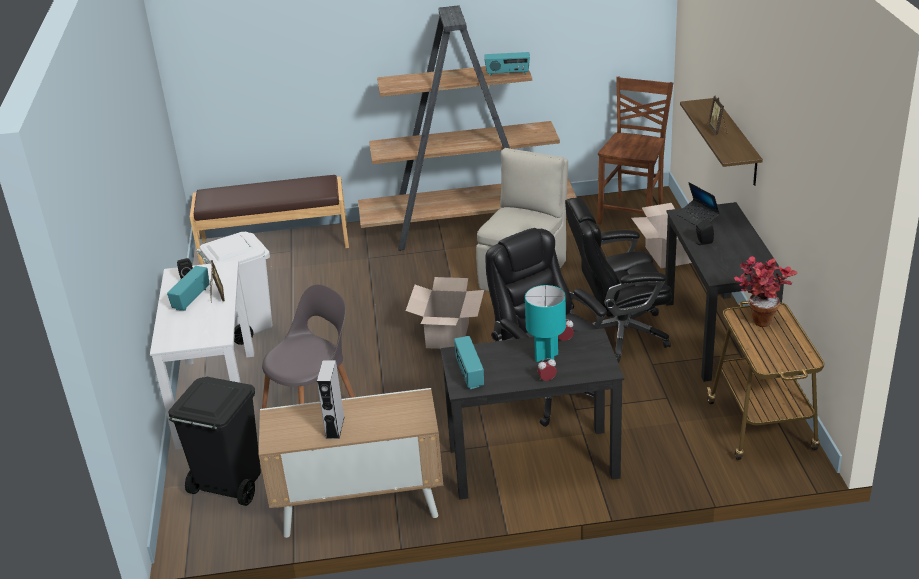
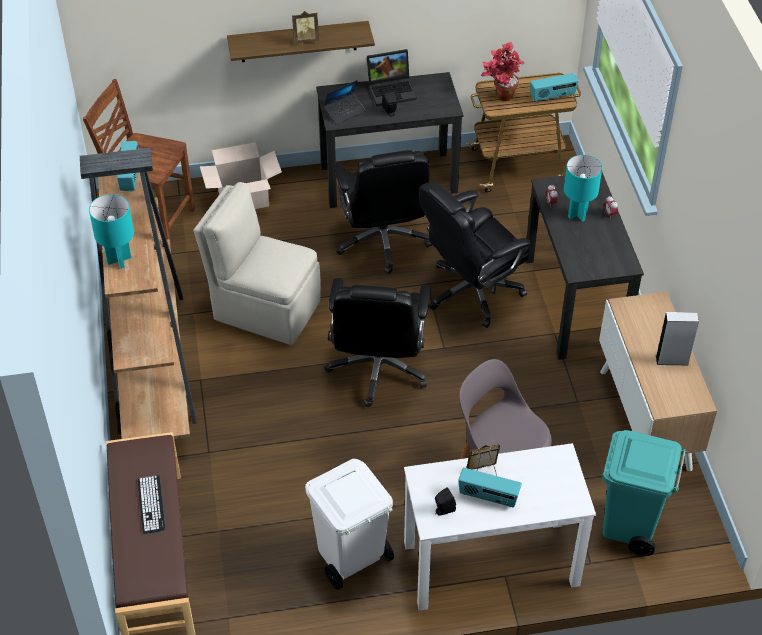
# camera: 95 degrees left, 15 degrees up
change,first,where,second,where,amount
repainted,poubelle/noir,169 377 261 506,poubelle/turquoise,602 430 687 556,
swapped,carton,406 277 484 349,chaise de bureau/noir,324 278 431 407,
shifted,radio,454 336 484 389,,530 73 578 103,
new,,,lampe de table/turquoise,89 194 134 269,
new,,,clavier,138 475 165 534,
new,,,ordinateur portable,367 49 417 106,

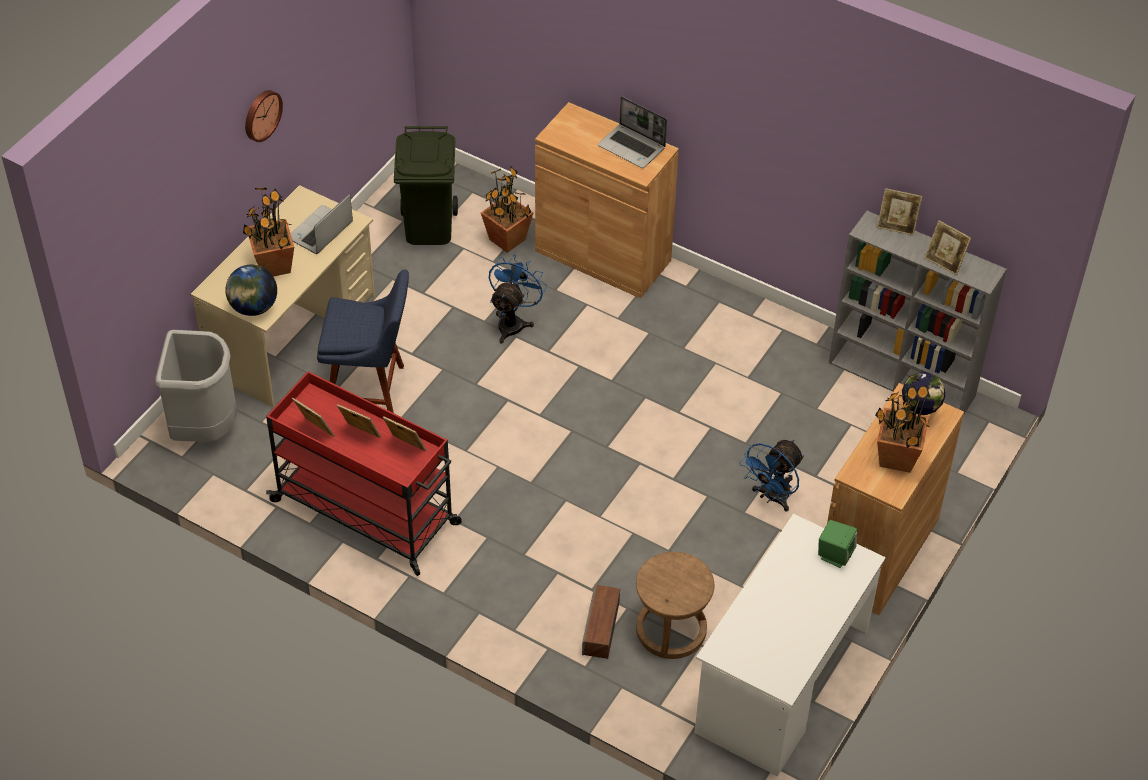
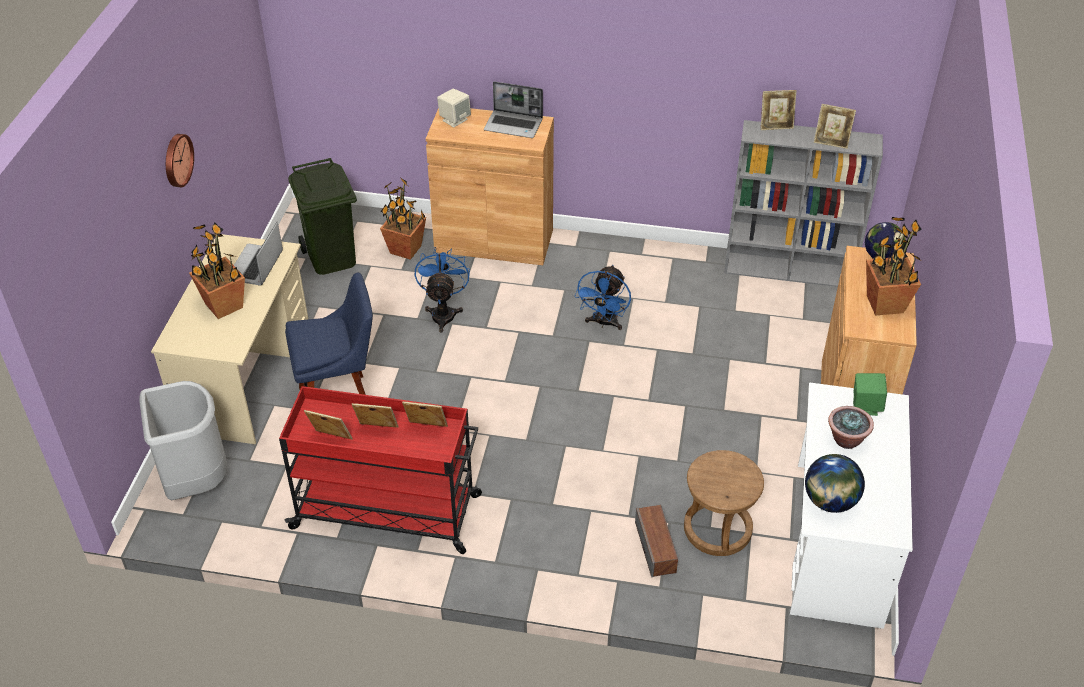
# camera: 20 degrees left, 5 degrees down
change,first,where,second,where,amount
shifted,globe,225 265 277 316,,805 454 865 513,
shifted,ventilateur/bleu,739 440 804 512,,575 265 631 330,
new,,,enceinte/beige,437 89 471 127,
new,,,plante en pot,828 406 874 449,

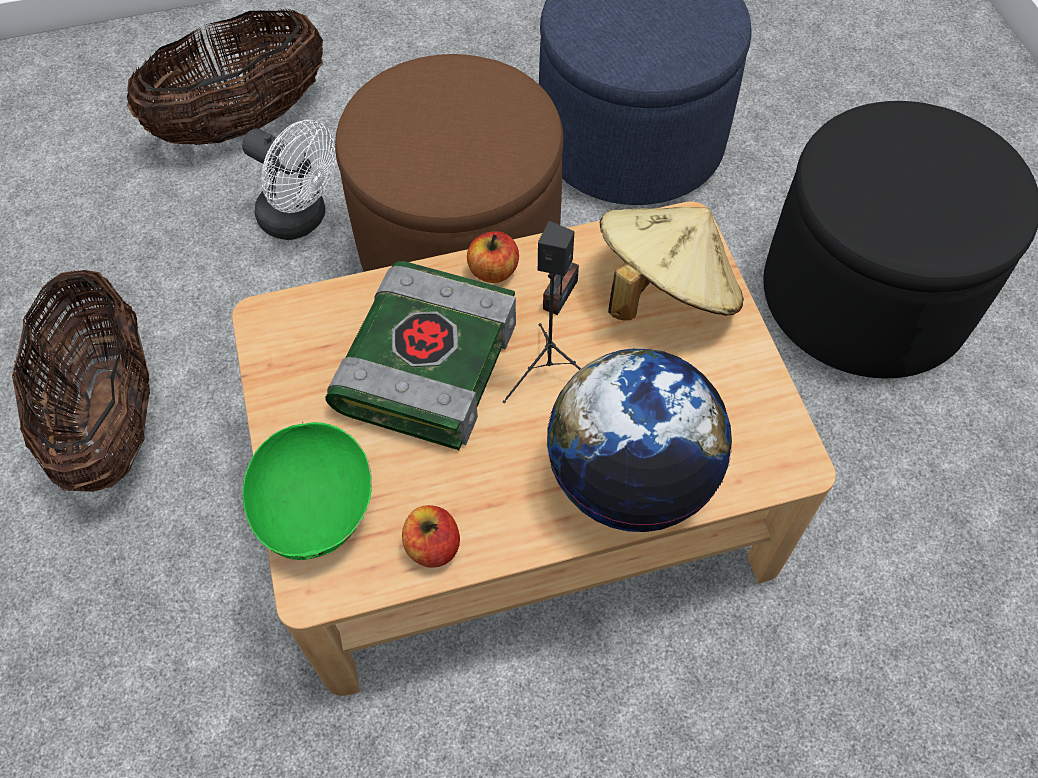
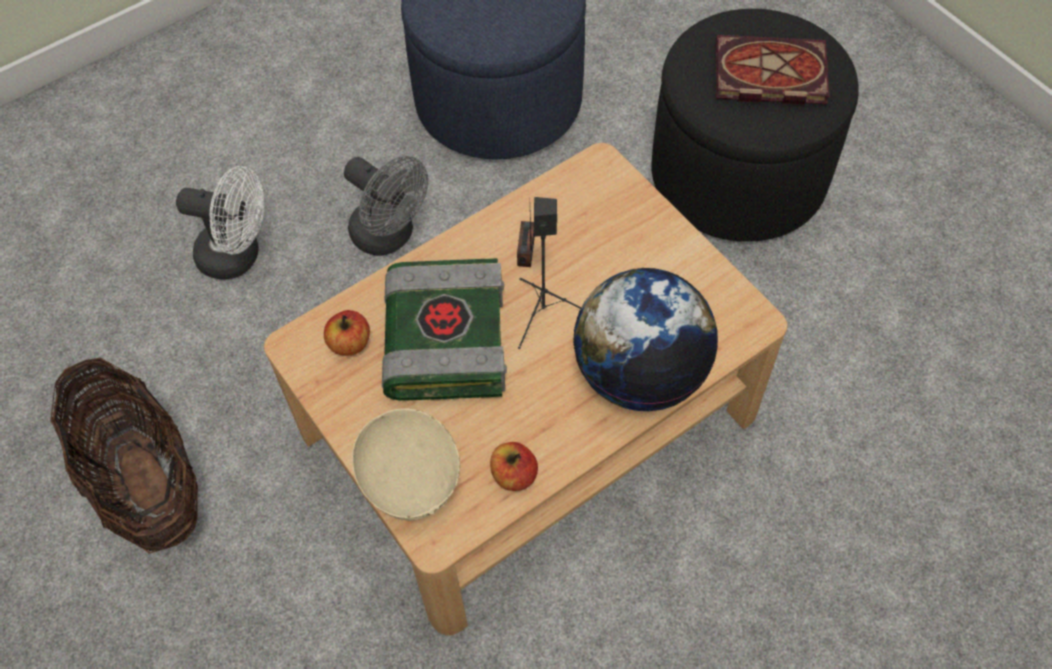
# camera: 20 degrees left, 0 degrees up
change,first,where,second,where,amount
gone,panier,127 8 323 145,,,
repainted,bol/vert,243 422 372 560,bol/beige,352 408 460 521,
swapped,pouf/marron,335 54 564 272,ventilateur/gris,344 156 428 256,
shifted,pomme,467 231 519 283,,324 310 370 356,
gone,chapeau/beige,600 207 744 320,,,
new,,,livre,716 35 829 105,

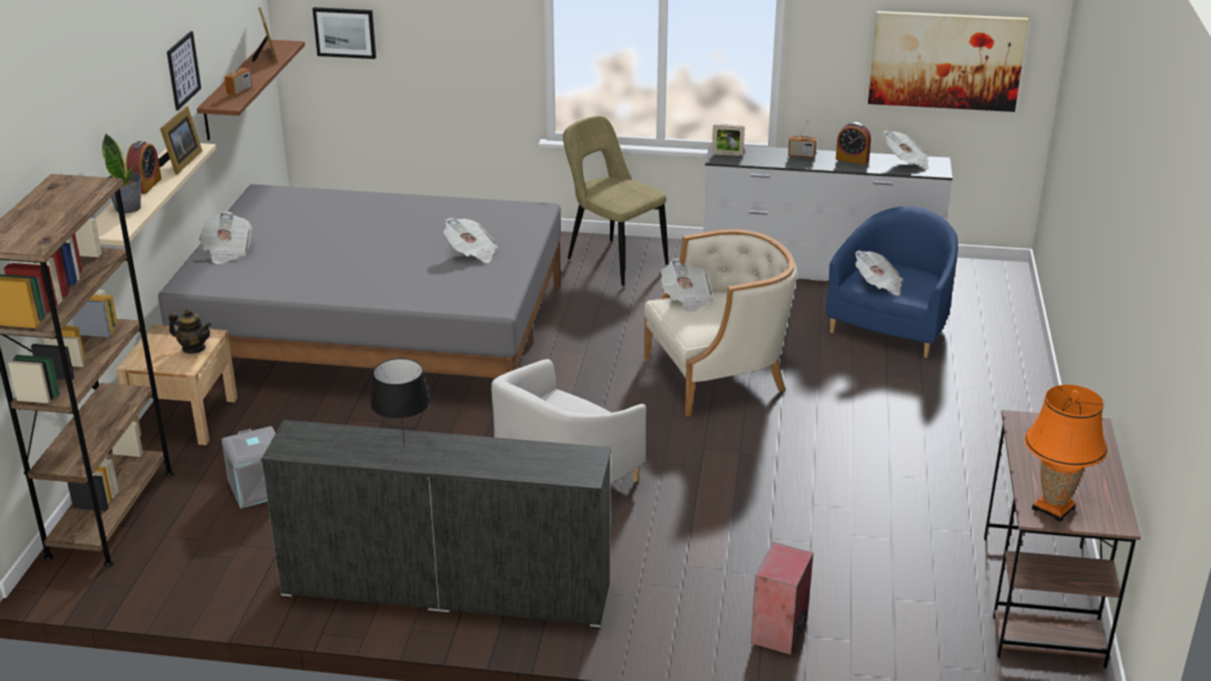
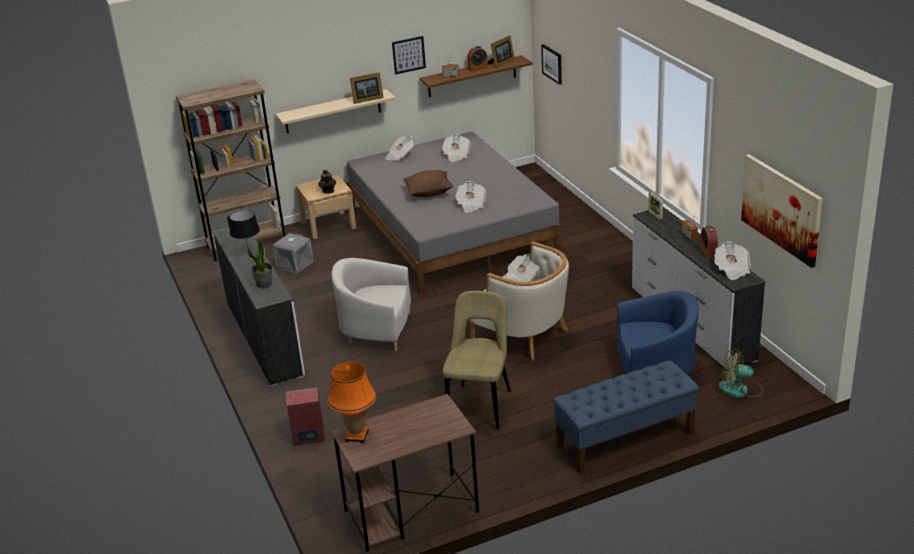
# camera: 60 degrees right, 0 degrees up
change,first,where,second,where,amount
shifted,plante en pot,102 133 142 213,,248 239 272 288,
shifted,réveil,126 141 161 194,,467 46 488 72,
shifted,chaise/beige,563 116 668 286,,443 291 511 429,
shifted,journal,855 250 903 296,,442 134 470 162,
new,,,coussin/marron,403 170 453 197,
new,,,banc/bleu,553 360 699 473,
new,,,ventilateur,719 349 763 398,

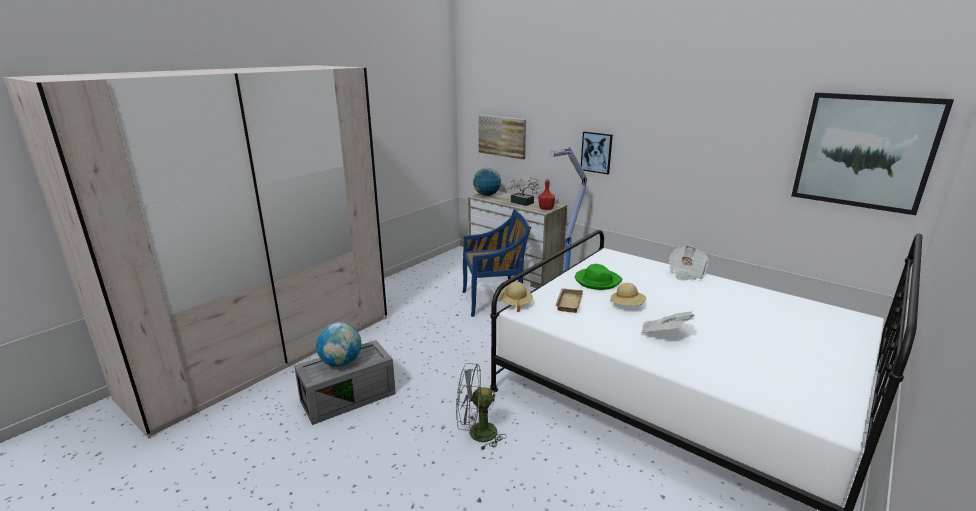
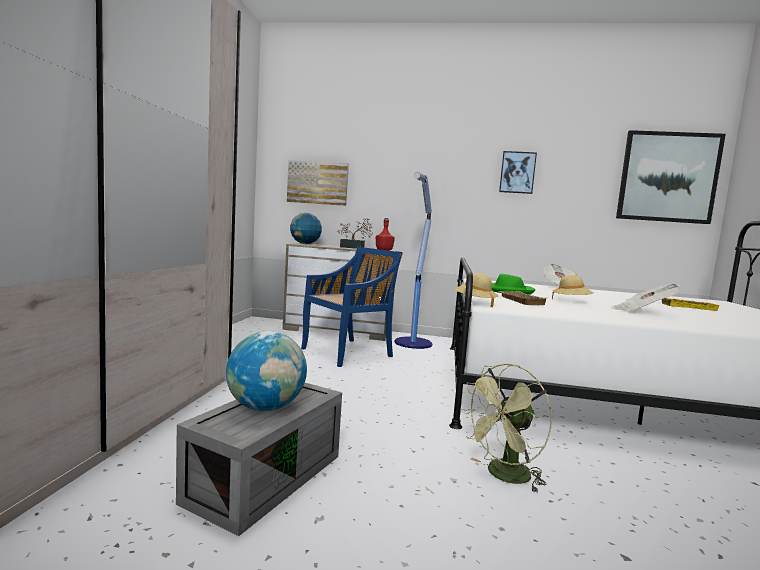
# camera: 30 degrees left, 15 degrees down
change,first,where,second,where,amount
repainted,ventilateur/gris,456 363 507 450,ventilateur/vert,461 364 552 493,
shifted,tableau,581 131 613 174,,499 151 537 194,
new,,,plateau/jaune,662 298 721 311,

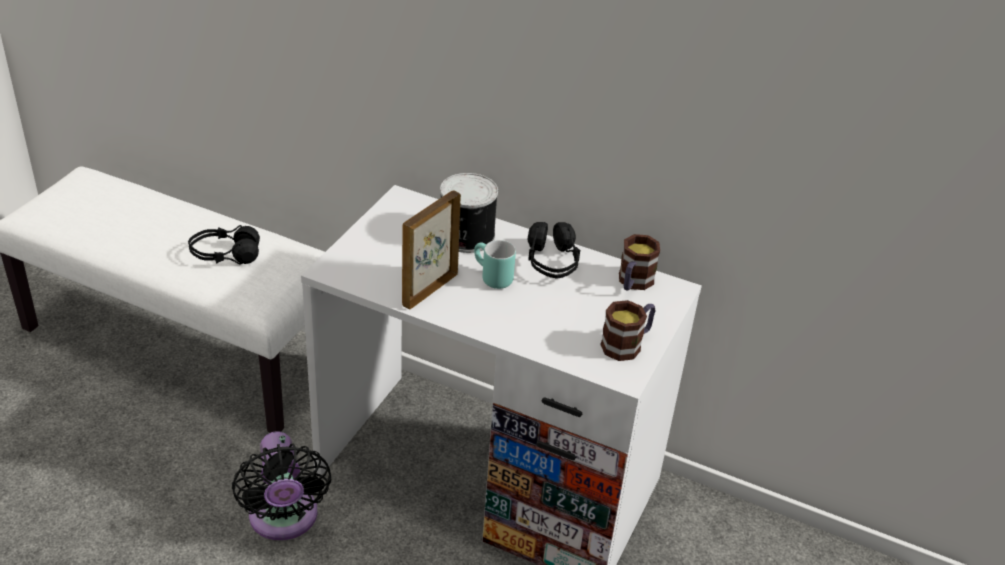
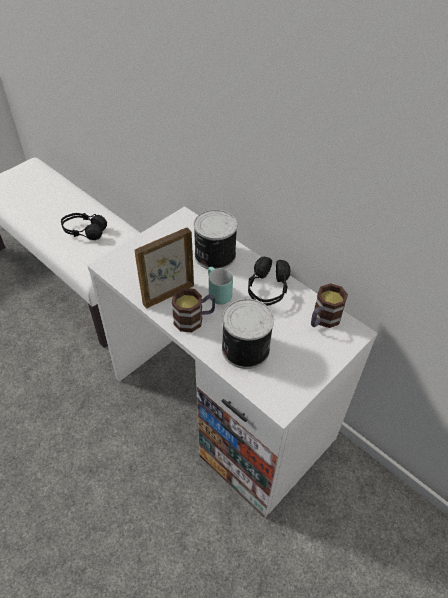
# camera: 20 degrees right, 10 degrees up
change,first,where,second,where,amount
gone,ventilateur/noir,232 431 332 540,,,
shifted,mug,600 300 656 361,,172 288 216 332,
new,,,boîte métallique,222 299 274 369,

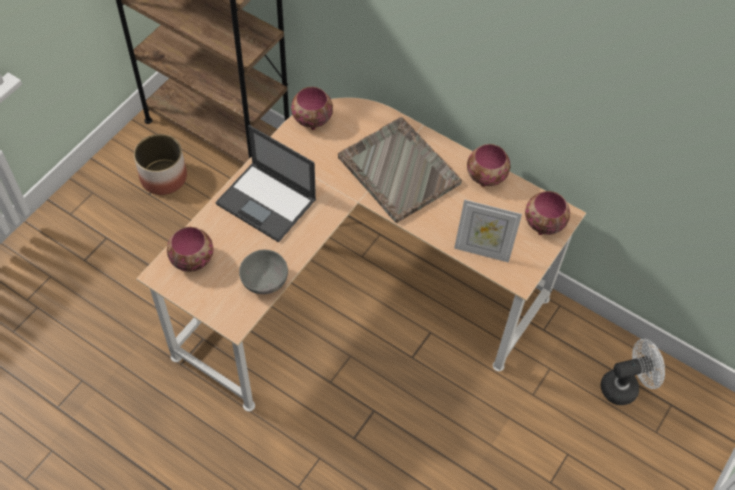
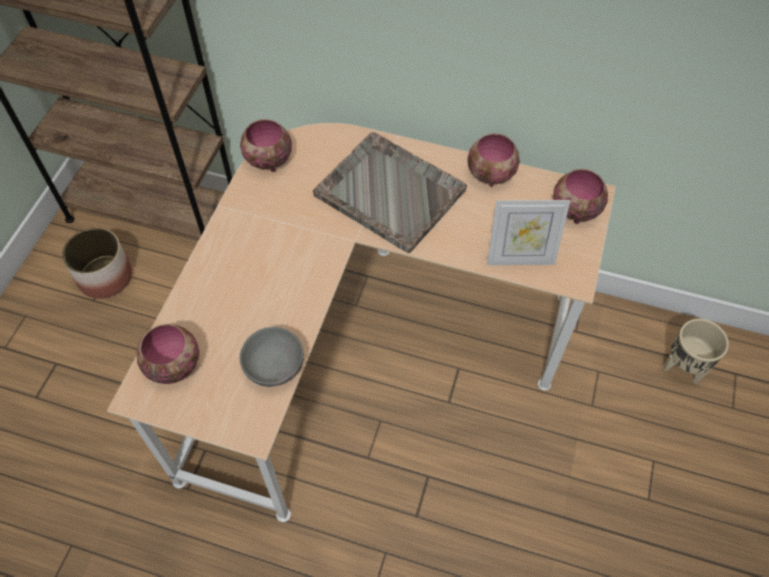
# camera: 15 degrees left, 0 degrees up
change,first,where,second,where,amount
gone,ordinateur portable,215 125 316 243,,,
swapped,ventilateur/blanc,601 339 665 405,cache-pot/beige,663 319 729 385,

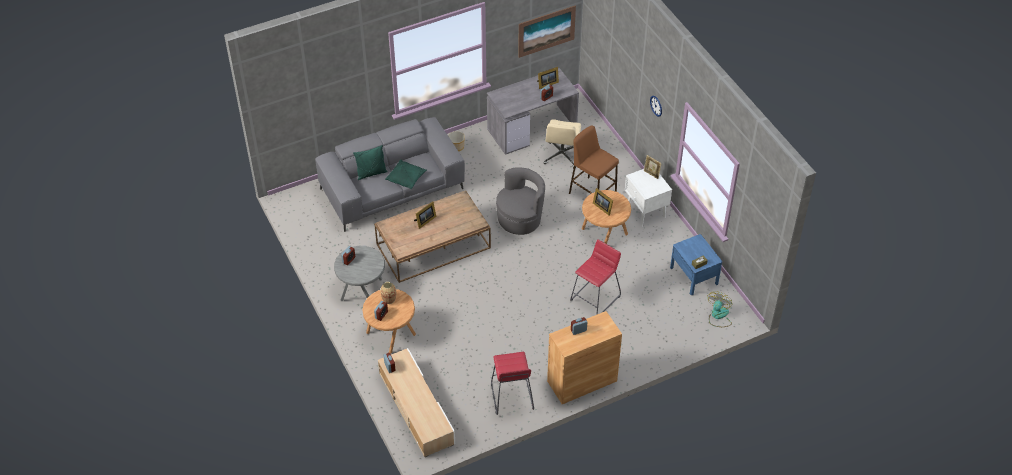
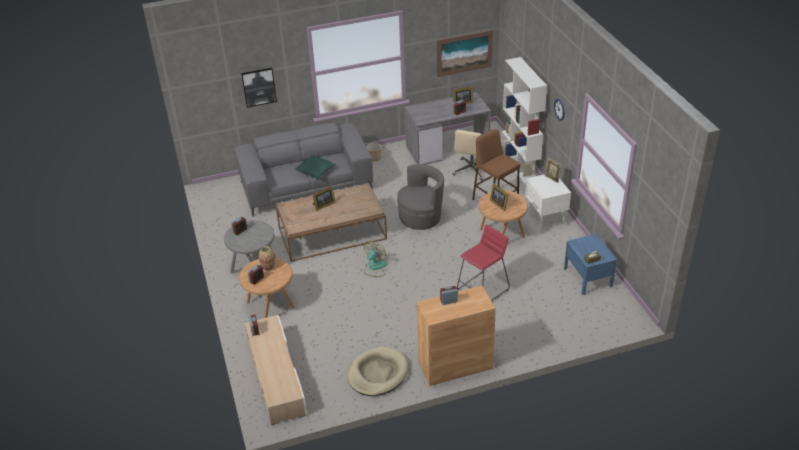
# camera: 10 degrees right, 10 degrees down
change,first,where,second,where,amount
gone,coussin/vert,353 145 388 180,,,
swapped,tabouret/rouge,491 352 534 415,panier pour chien/beige,348 346 408 396,
shifted,ventilateur,707 292 732 327,,364 241 387 277,
new,,,tableau,241 68 277 108,
new,,,bibliothèque/blanc,501 57 547 184,

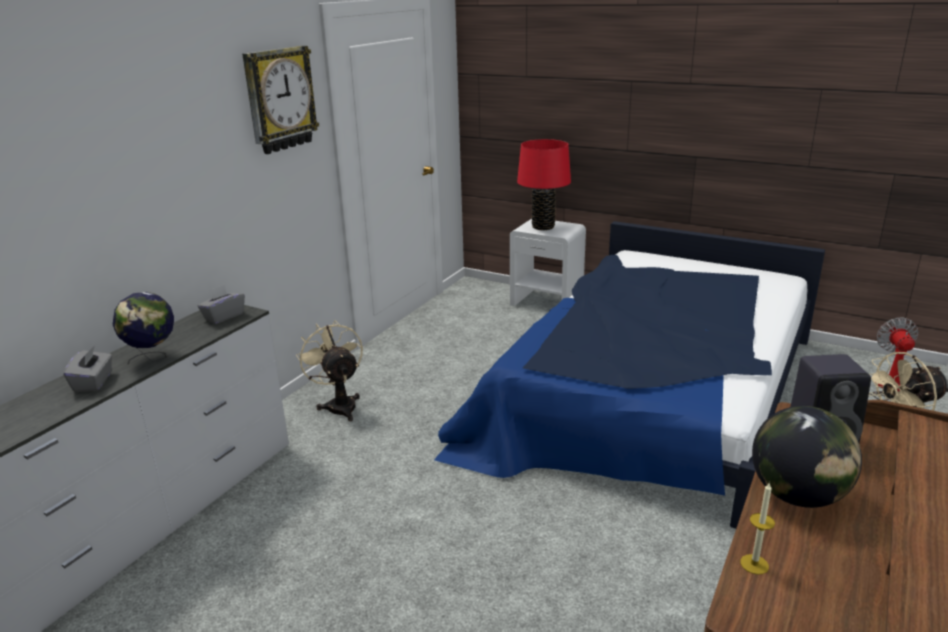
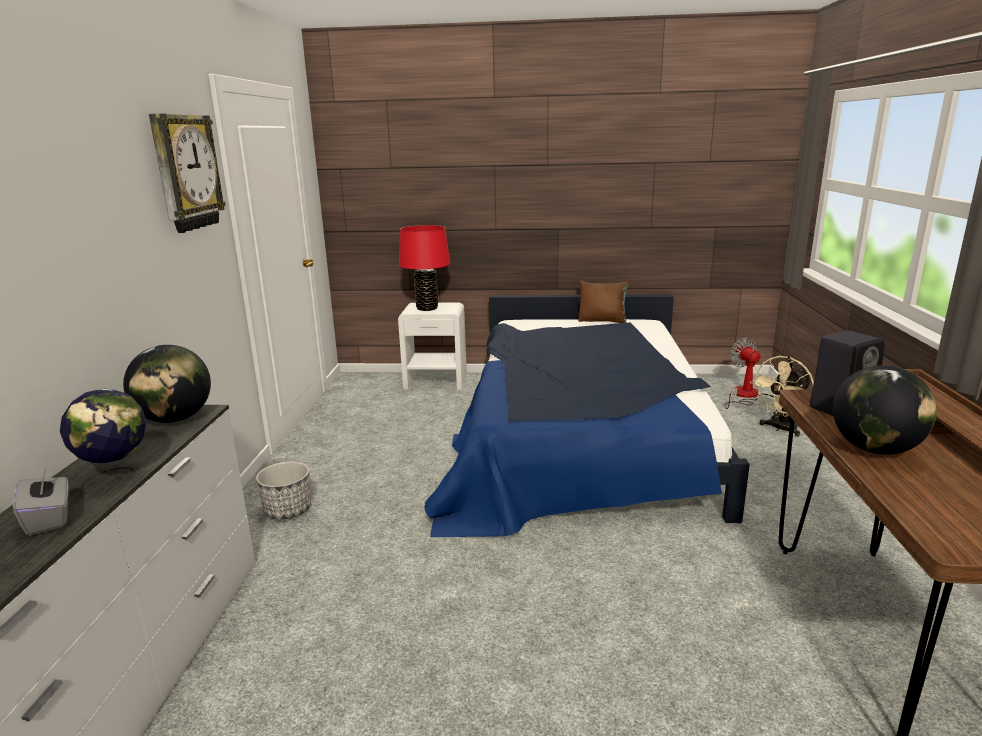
# camera: 25 degrees left, 5 degrees down
change,first,where,second,where,amount
swapped,boîte à mouchoirs/gris,198 284 245 324,globe,123 345 211 423,
swapped,ventilateur/beige,296 320 363 421,cache-pot,256 461 311 520,
gone,bougie,740 482 775 575,,,
new,,,coussin/marron,578 281 629 323,

